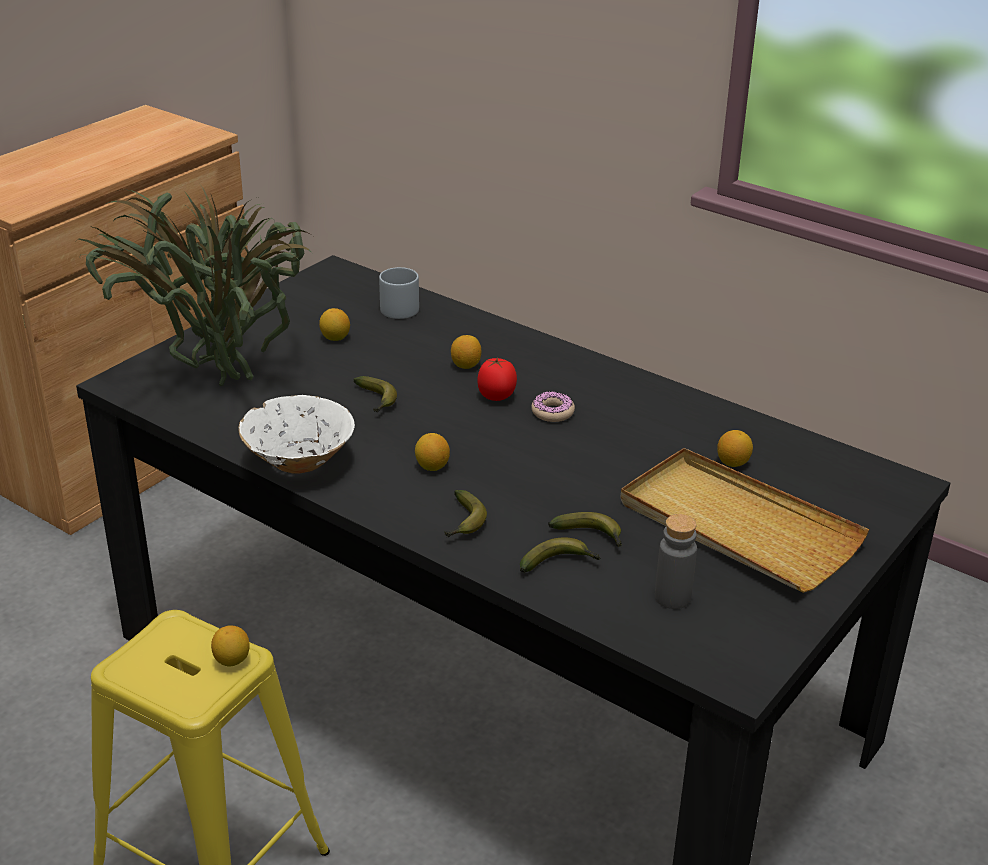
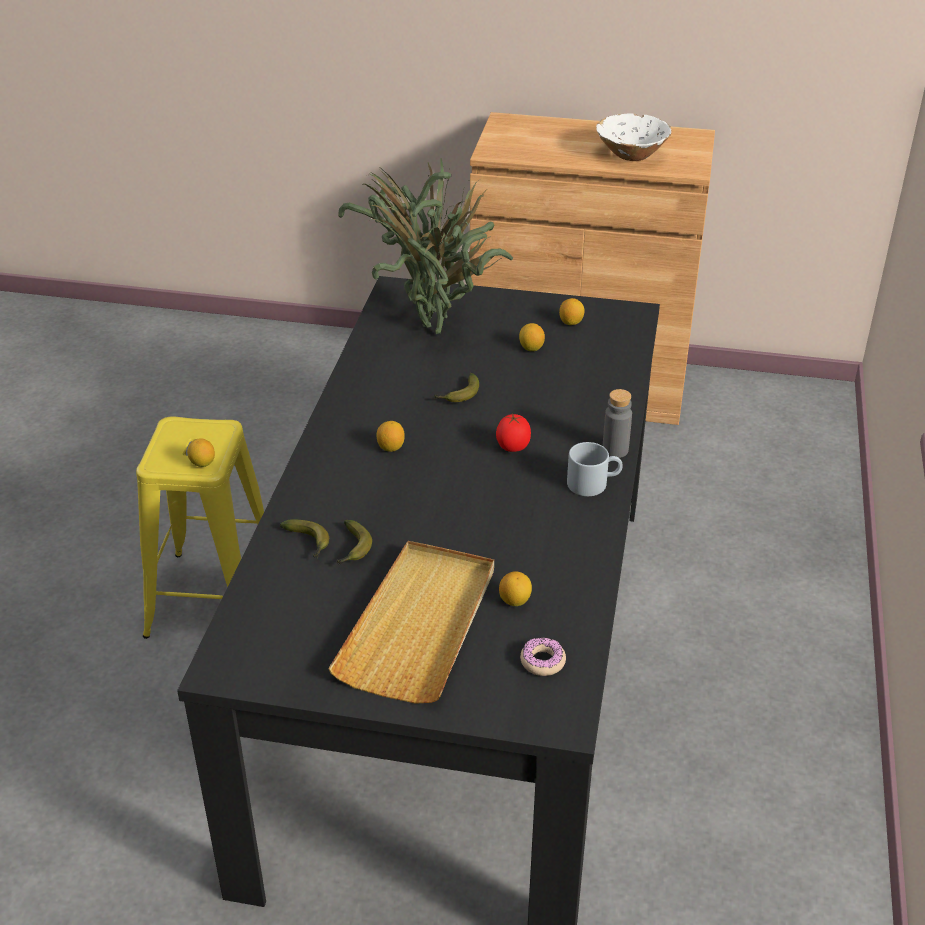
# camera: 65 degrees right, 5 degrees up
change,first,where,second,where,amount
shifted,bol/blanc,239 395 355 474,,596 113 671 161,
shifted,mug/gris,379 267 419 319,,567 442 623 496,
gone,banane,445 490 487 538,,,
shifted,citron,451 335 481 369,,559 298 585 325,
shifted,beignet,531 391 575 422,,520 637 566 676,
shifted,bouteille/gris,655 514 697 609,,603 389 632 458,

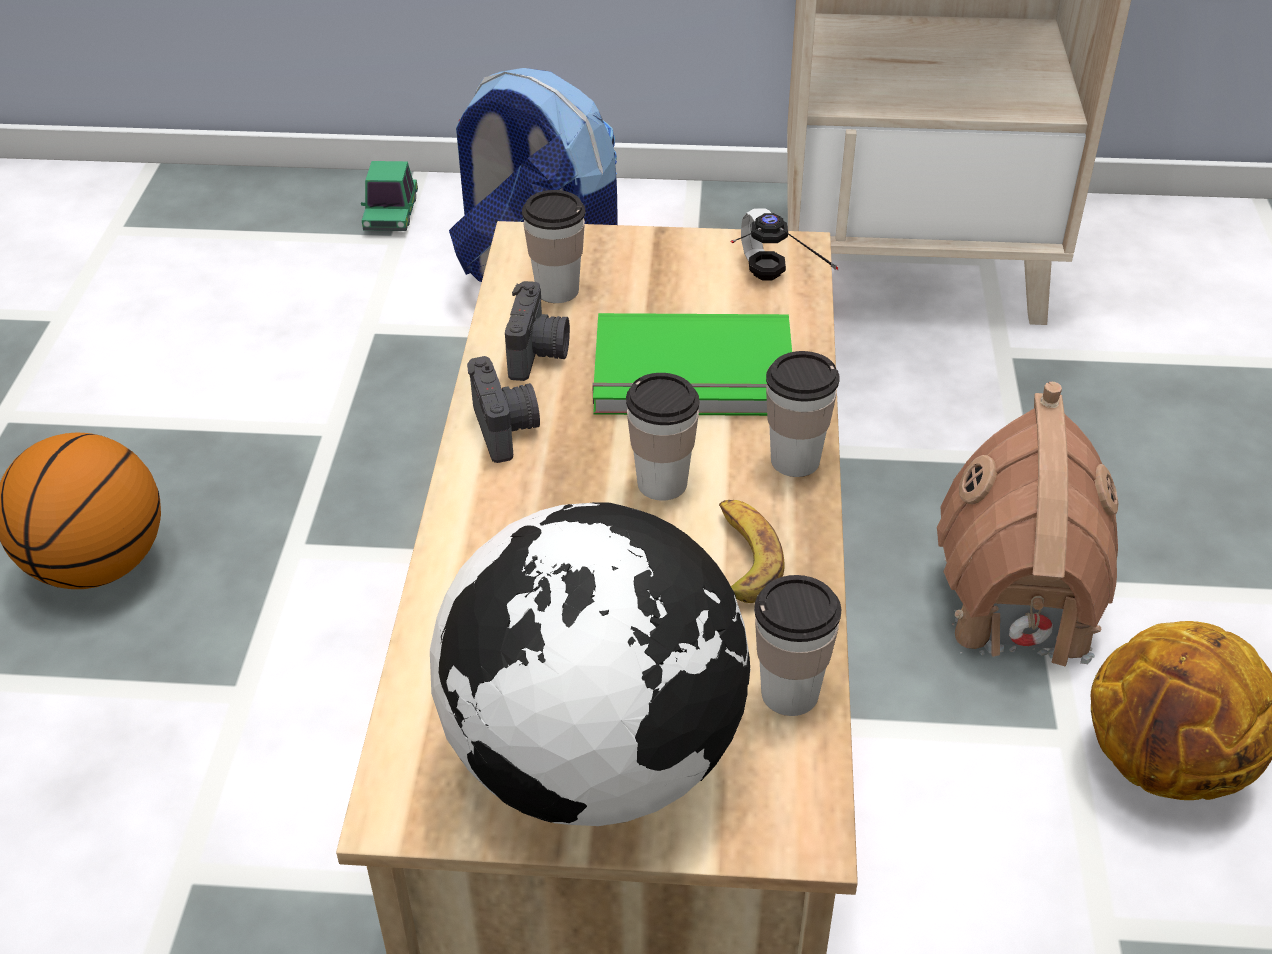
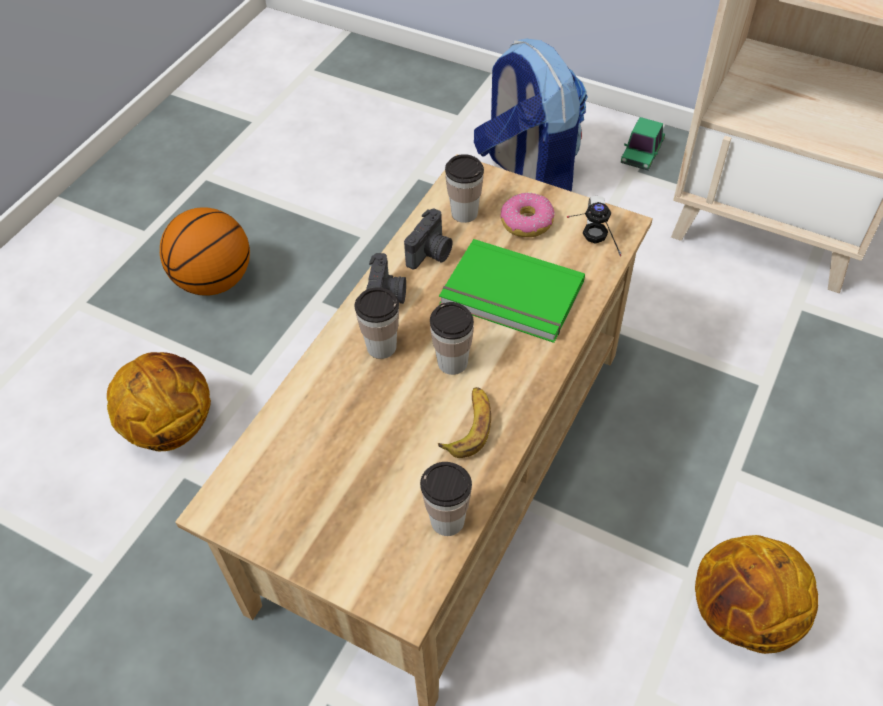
# camera: 25 degrees right, 10 degrees up
change,first,where,second,where,amount
shifted,petite voiture,361 161 418 231,,621 117 665 170,
gone,globe,430 502 750 826,,,
shifted,tasse,766 351 840 477,,354 287 399 359,
gone,maison miniature,937 382 1118 667,,,
new,,,ballon de basket,107 352 211 451,
new,,,beignet,500 193 555 237,

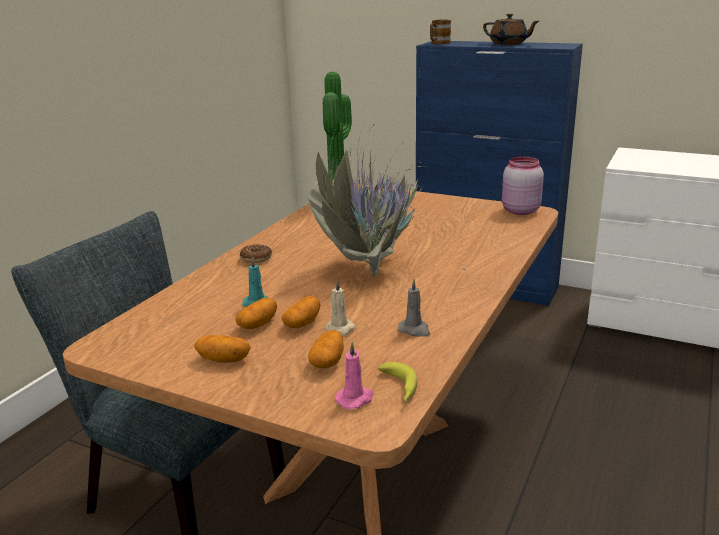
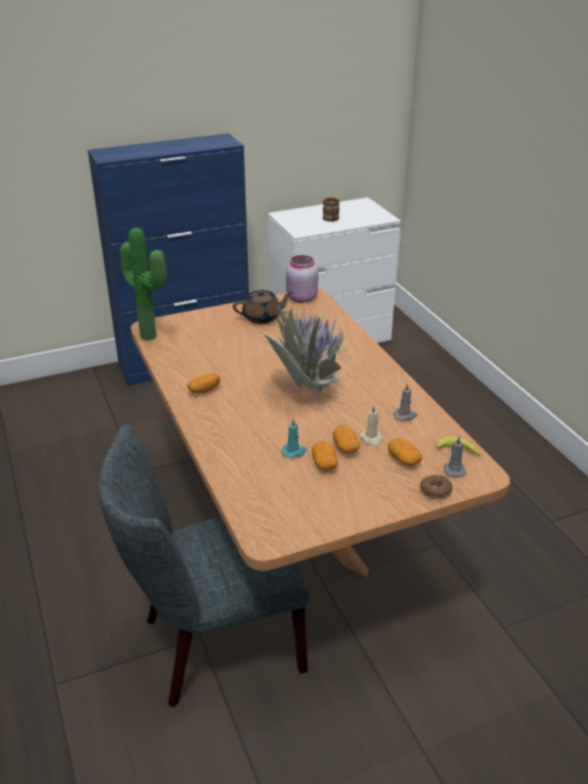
# camera: 50 degrees left, 10 degrees up
change,first,where,second,where,amount
shifted,pomme de terre,194 335 251 363,,187 373 220 393,
shifted,beignet,240 244 272 263,,420 475 452 499,
repainted,bougie/rose,335 342 374 409,bougie/gris,444 435 466 477,
shifted,mug,430 20 451 44,,323 197 340 222,
shifted,théière/marron,483 14 539 45,,233 290 293 324,

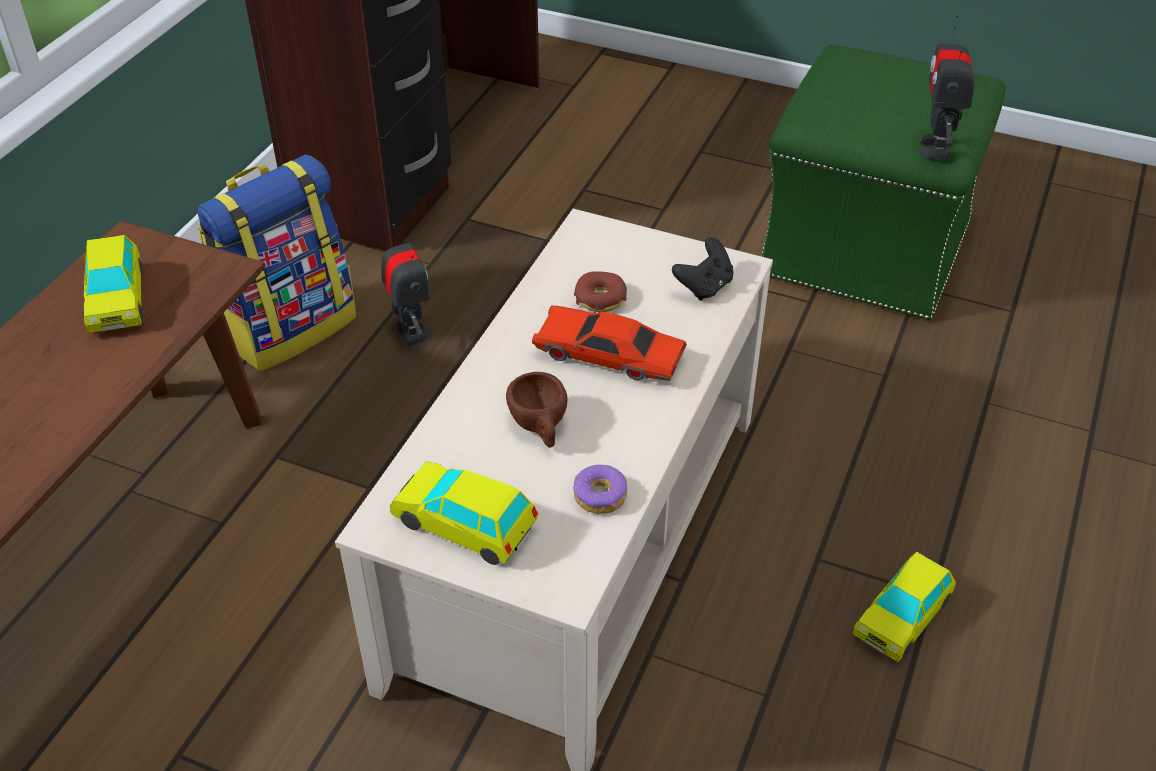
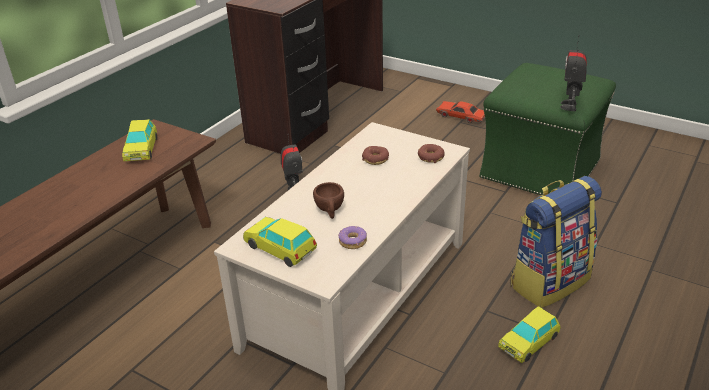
# camera: 10 degrees right, 10 degrees down
change,first,where,second,where,amount
shifted,sac à dos,197 155 356 371,,511 176 602 308,
shifted,petite voiture/rouge,532 305 687 381,,436 101 485 123,
swapped,manette/noir,672 237 733 301,beignet,418 144 445 163,

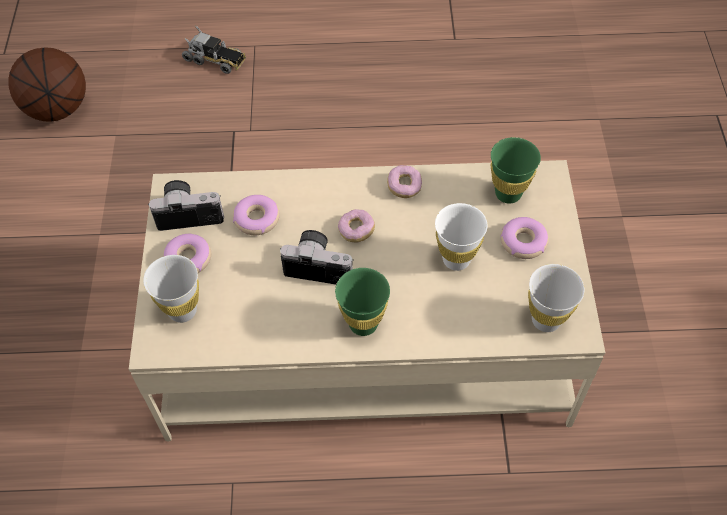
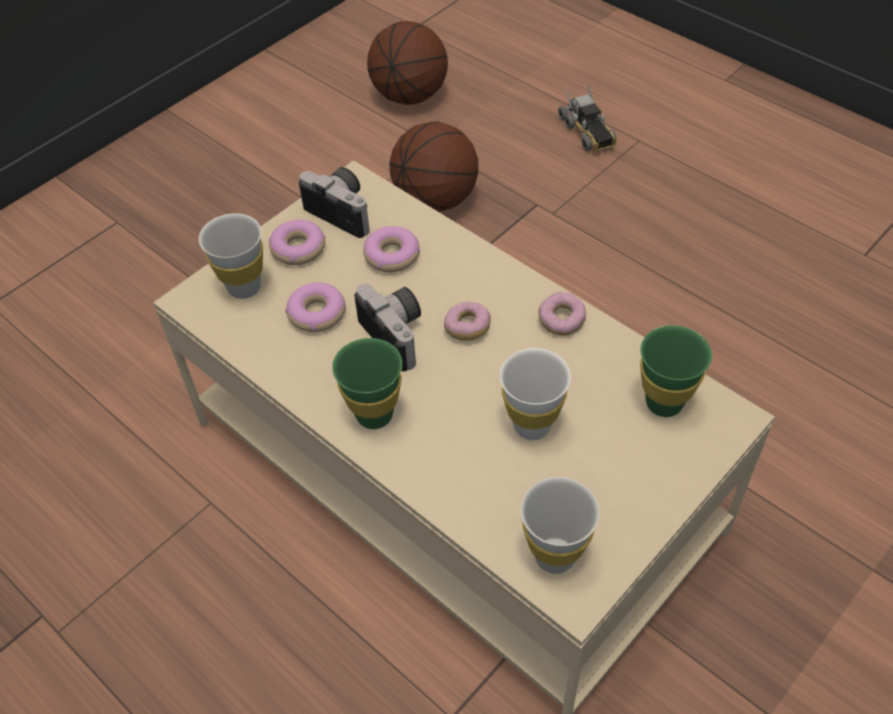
# camera: 45 degrees right, 5 degrees down
change,first,where,second,where,amount
shifted,beignet,500 217 549 259,,285 282 346 332,
new,,,ballon de basket,389 121 478 212,

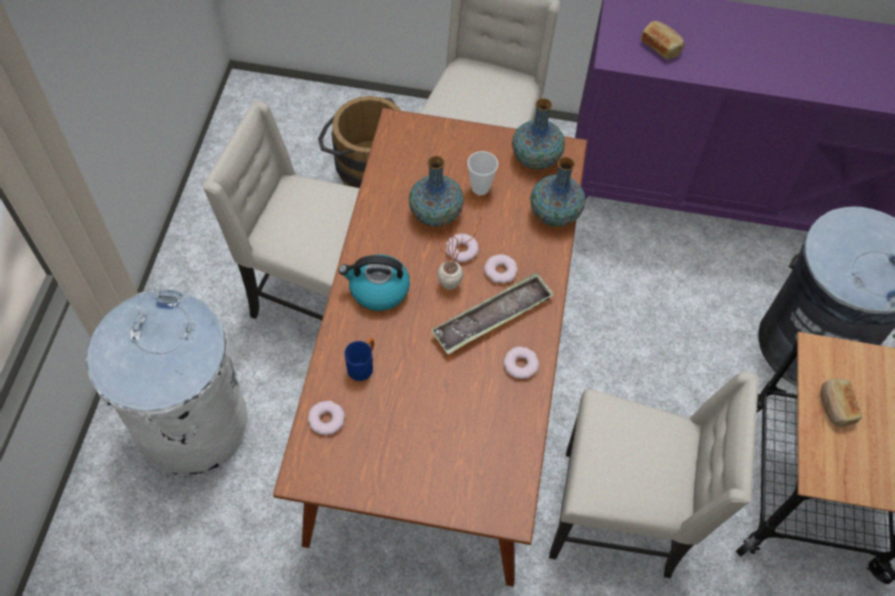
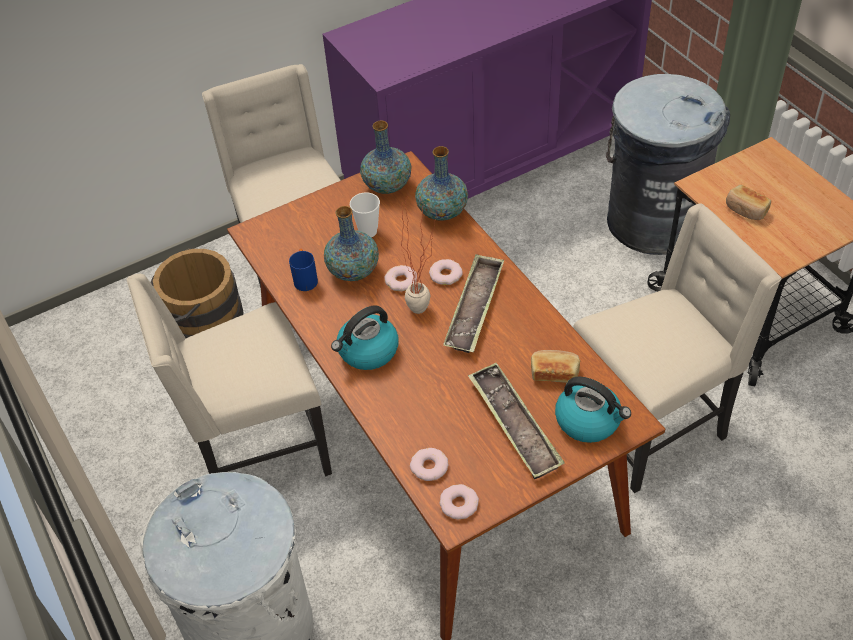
# camera: 35 degrees left, 10 degrees down
change,first,where,second,where,amount
shifted,mug/bleu,344 338 374 381,,289 249 318 291,
shifted,beignet,503 346 539 379,,440 484 479 519,
shifted,pain,641 21 684 59,,531 350 580 383,
new,,,plateau,468 363 564 479,
new,,,bouilloire,555 377 631 443,

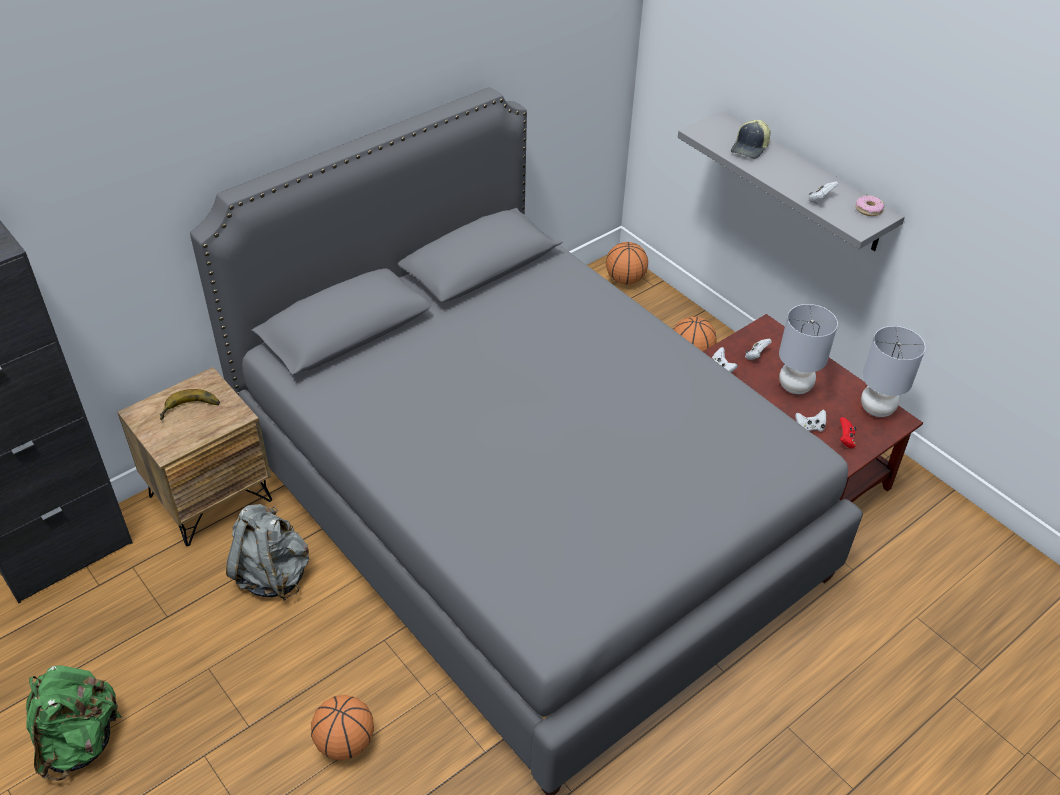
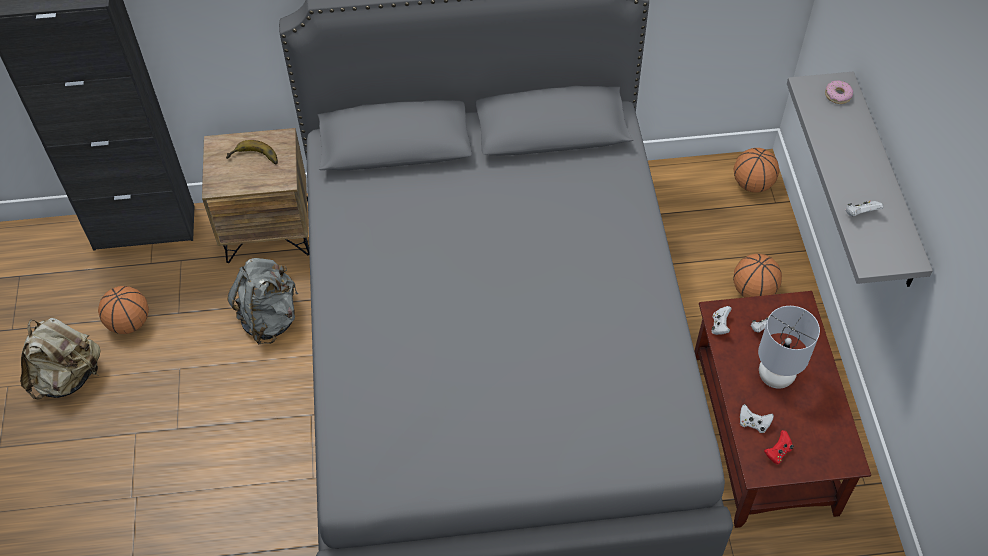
# camera: 35 degrees right, 10 degrees up
change,first,where,second,where,amount
repainted,sac à dos/vert,26 665 122 781,sac à dos/beige,20 318 101 400,
shifted,ballon de basket,311 695 374 760,,98 286 149 334,
gone,casquette,731 120 770 159,,,
shifted,beignet,856 195 885 216,,825 80 853 104,
gone,lampe de table/gris,861 326 926 417,,,

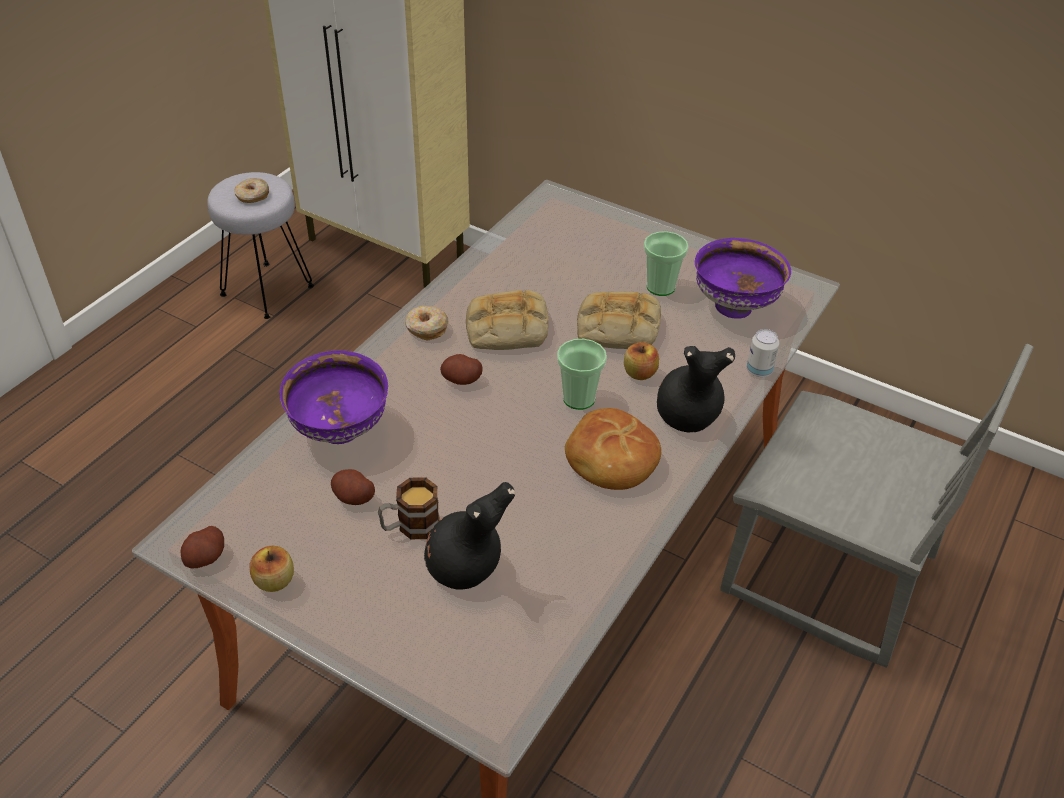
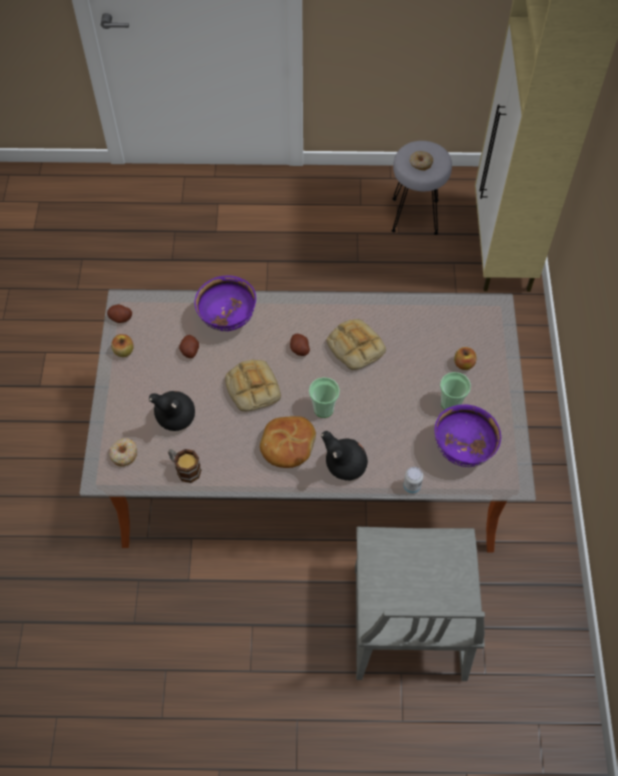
# camera: 60 degrees right, 15 degrees up
change,first,where,second,where,amount
shifted,mug,378 477 440 539,,168 449 201 483,
shifted,beignet,405 306 448 341,,109 438 137 467,
shifted,pain,577 292 661 349,,225 360 281 411,
shifted,pomme,624 342 659 380,,454 347 477 370,

